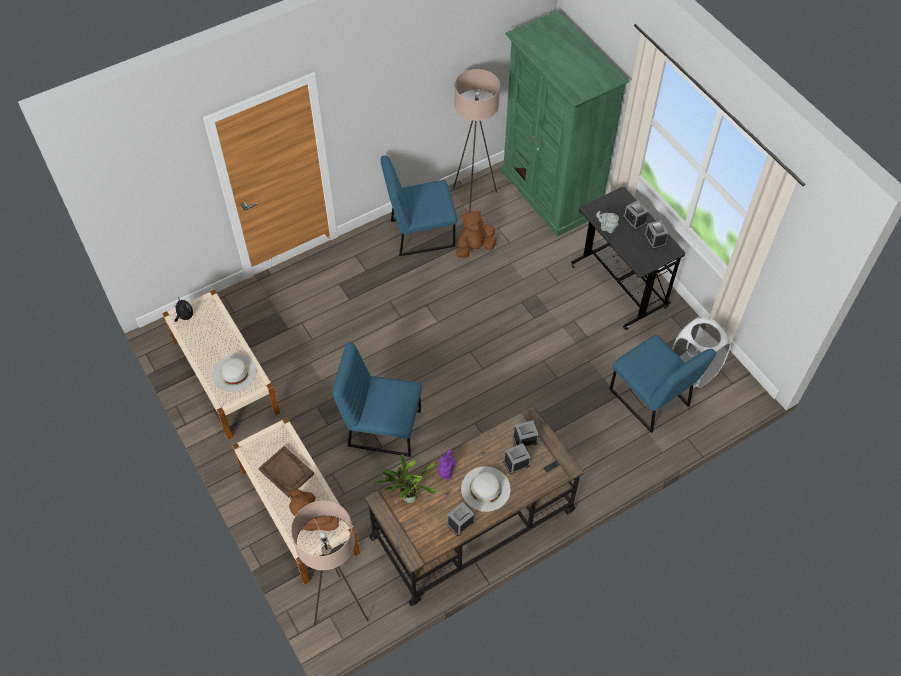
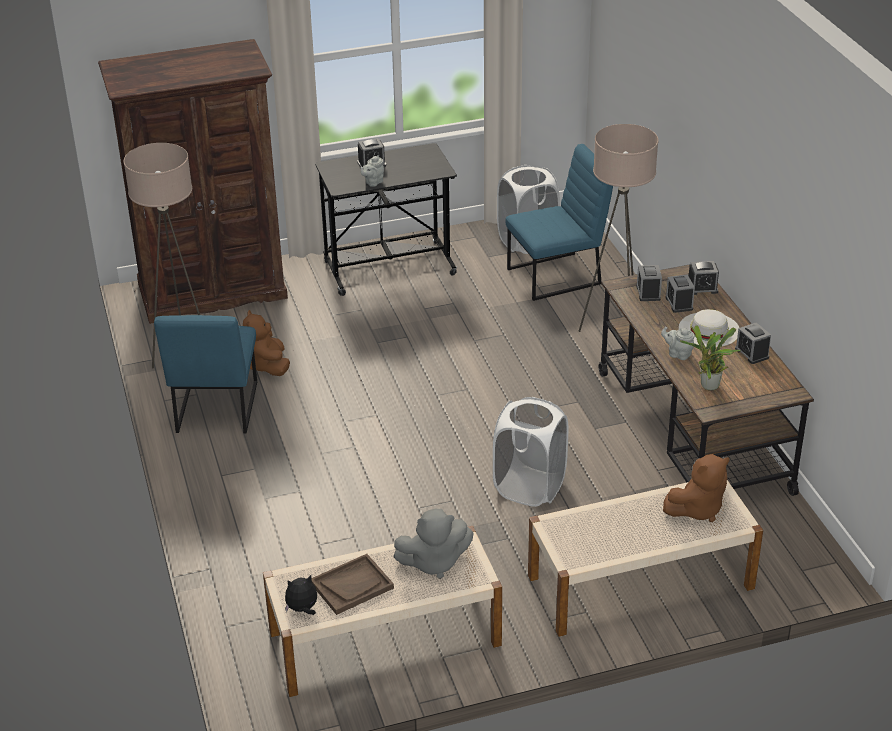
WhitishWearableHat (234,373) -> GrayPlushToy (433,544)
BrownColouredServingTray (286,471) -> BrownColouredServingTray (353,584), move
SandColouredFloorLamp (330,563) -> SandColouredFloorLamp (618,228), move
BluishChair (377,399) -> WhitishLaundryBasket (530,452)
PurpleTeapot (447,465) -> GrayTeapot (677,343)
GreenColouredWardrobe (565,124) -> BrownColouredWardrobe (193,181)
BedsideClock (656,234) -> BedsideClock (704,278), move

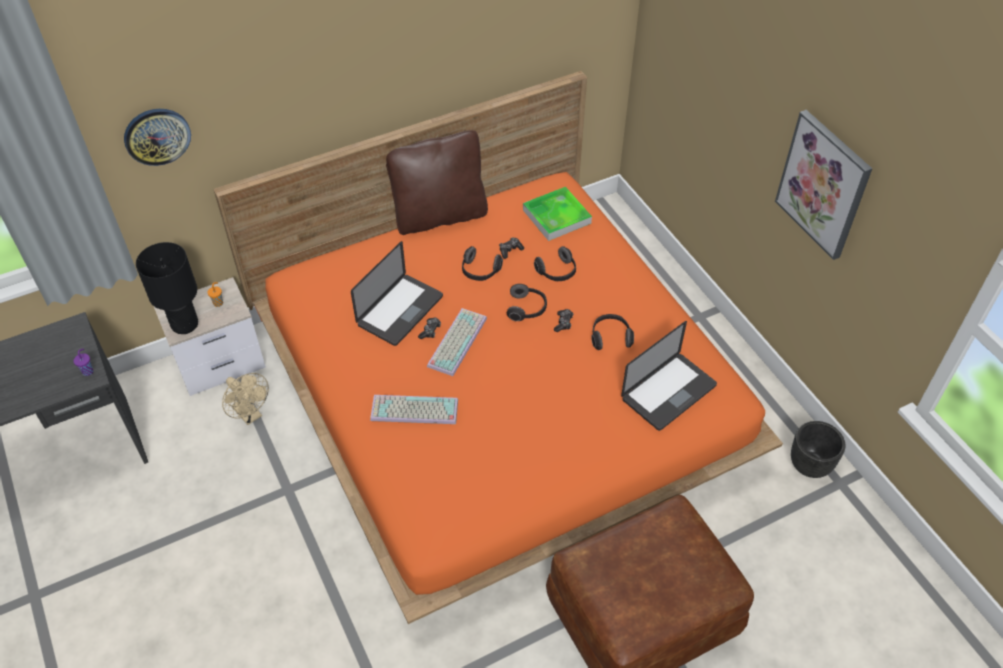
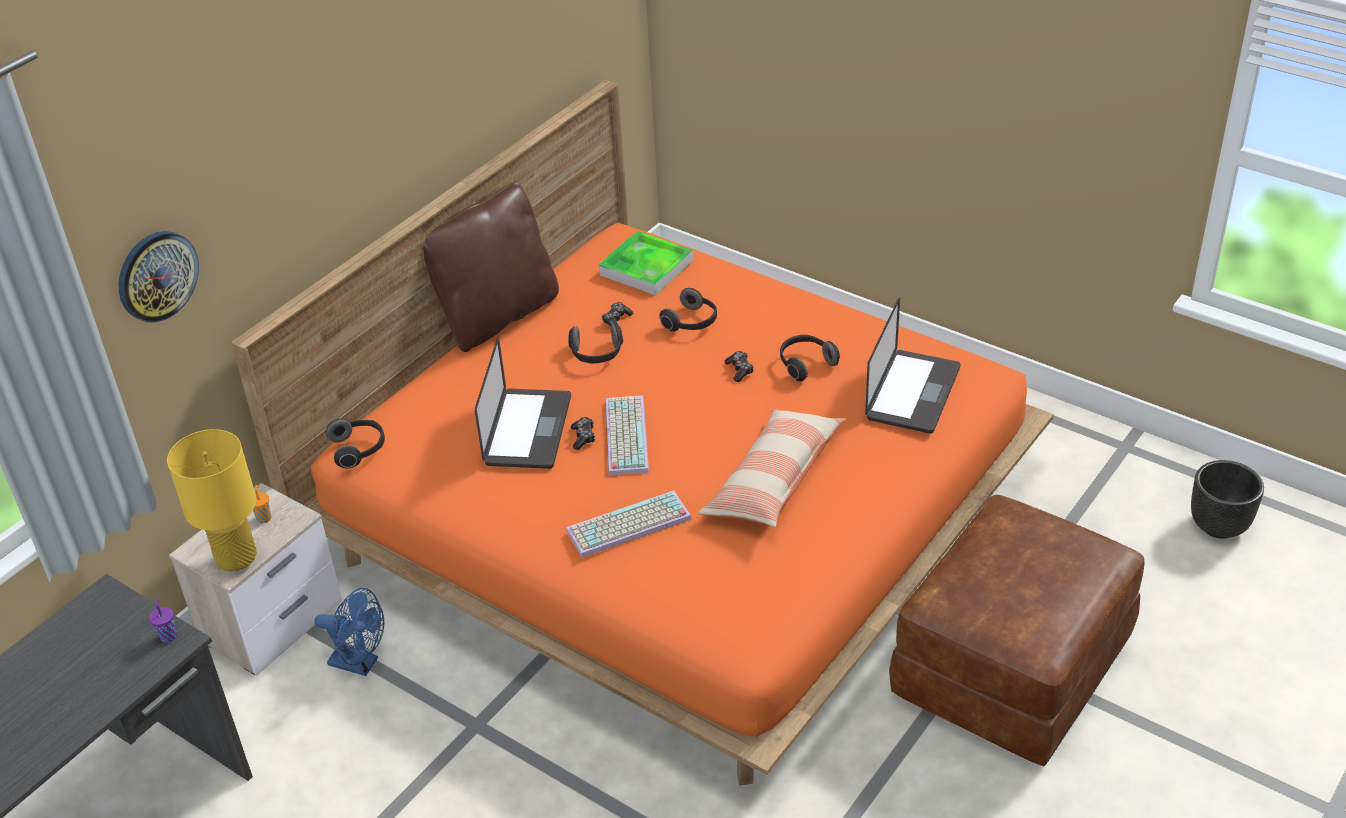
BlackishLampForATable (167,288) -> YellowLampForATable (212,500)
SandColouredFan (245,399) -> BluishFan (349,632)
Headset (527,302) -> Headset (355,443), move
Picture (824,185) -> none
BlackishPlanter (818,449) -> BlackishPlanter (1227,499), move
none -> Pillow (772,468)

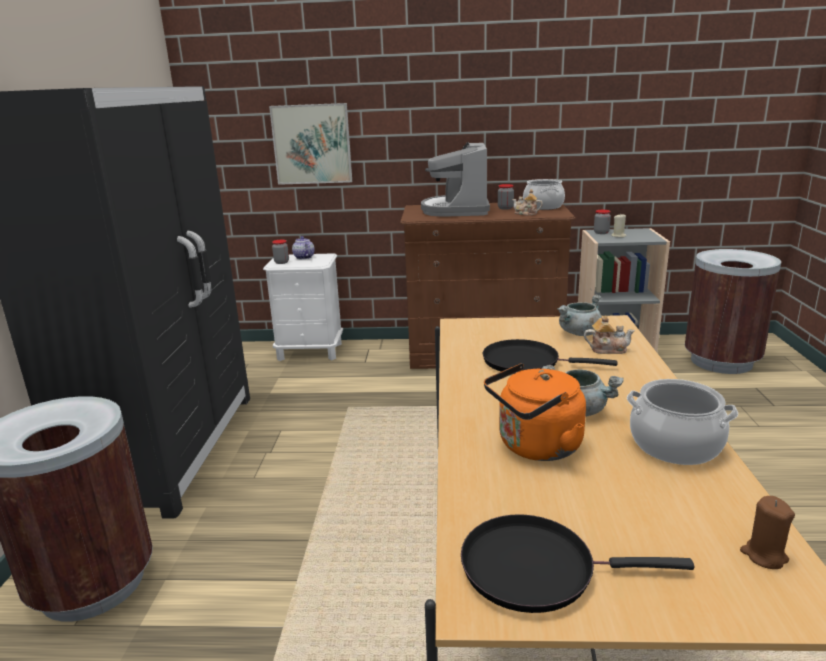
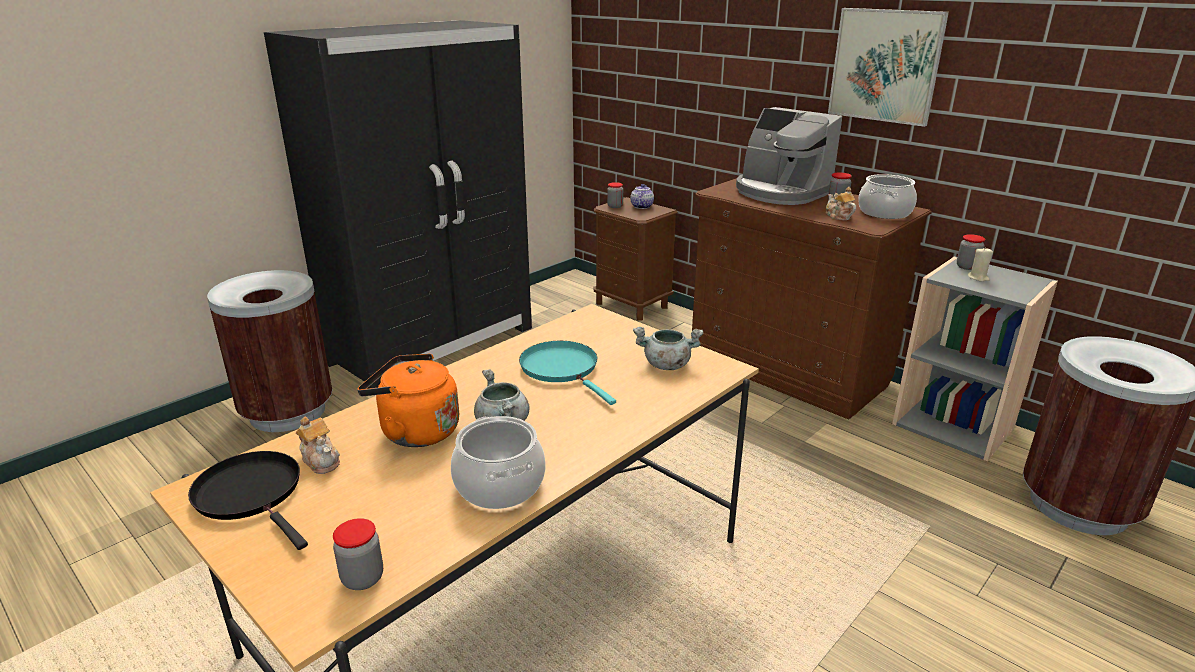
WhitishNightTable (303,307) -> BrownColouredNightTable (635,258)
Picture (310,144) -> Picture (888,67), move
CoffeeMaker (455,179) -> CoffeeMaker (789,156), 90 degrees counterclockwise
BlackishFryingPan (549,356) -> TurquoiseColouredFryingPan (567,373)
Teapot (609,335) -> Teapot (318,445), move
BrownColouredWaxCandle (767,532) -> Jar (358,554)

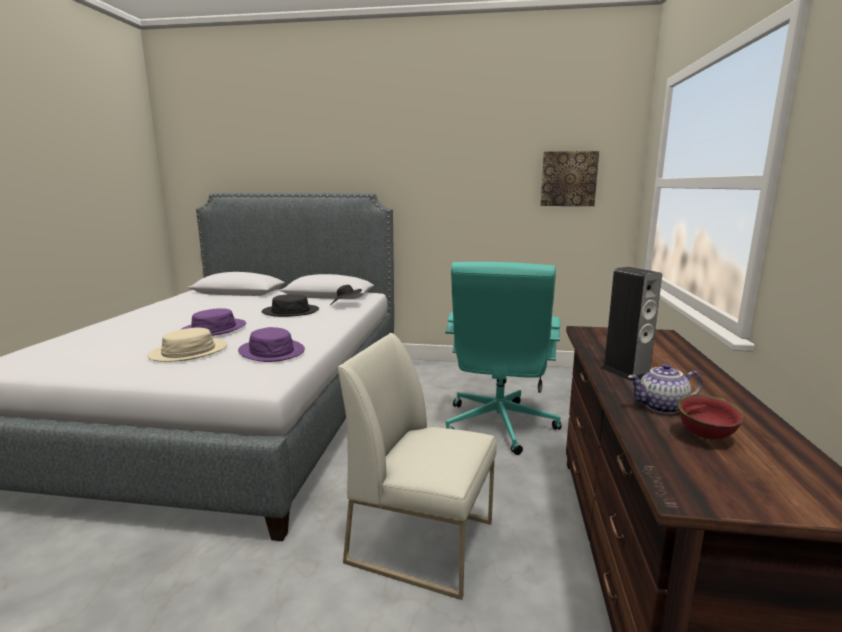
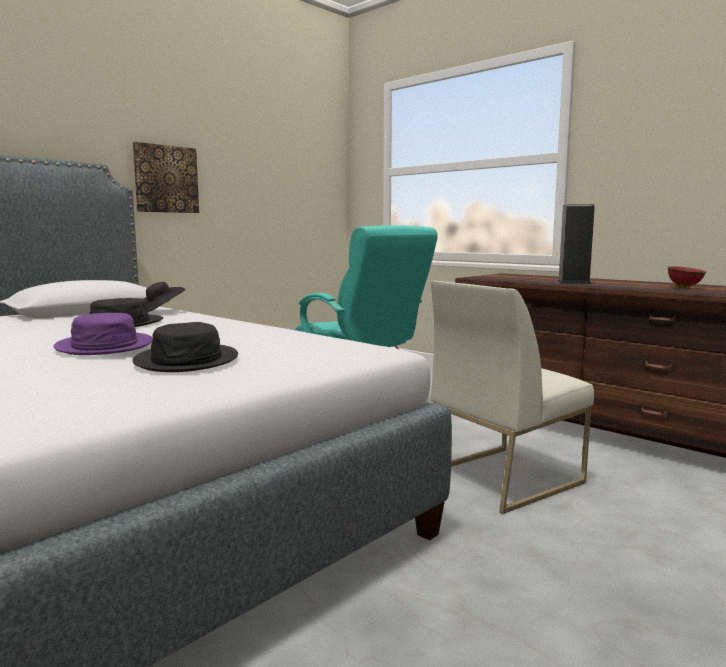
SandColouredWearableHat (187,344) -> BlackishWearableHat (185,347)
PurpleWearableHat (271,344) -> none
Picture (569,178) -> Picture (166,177), move
Teapot (665,388) -> none

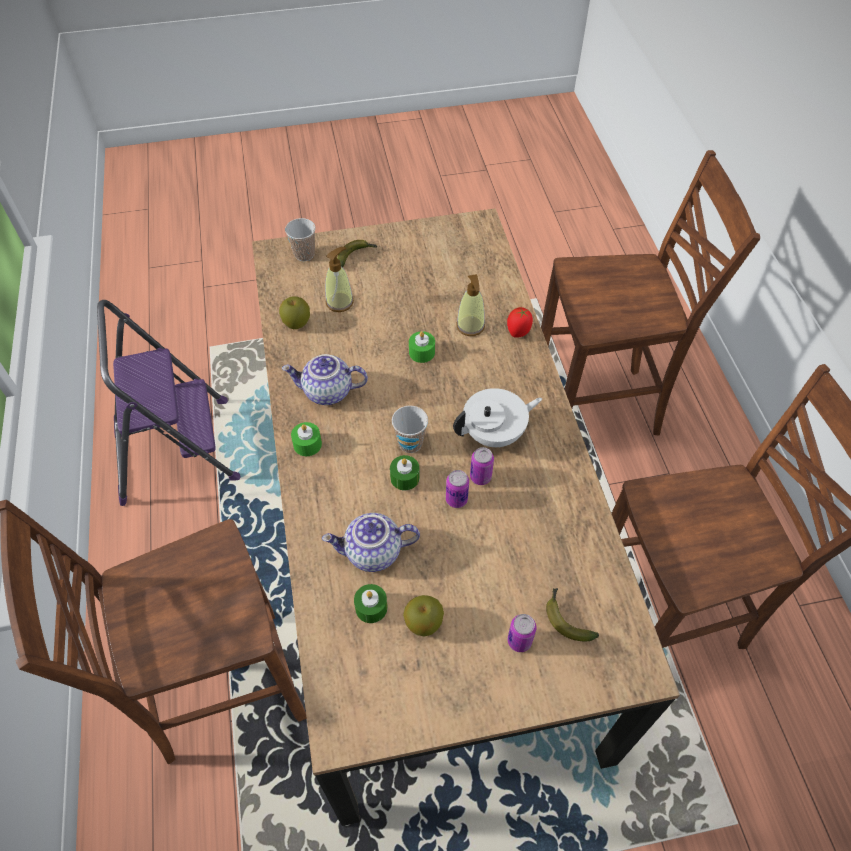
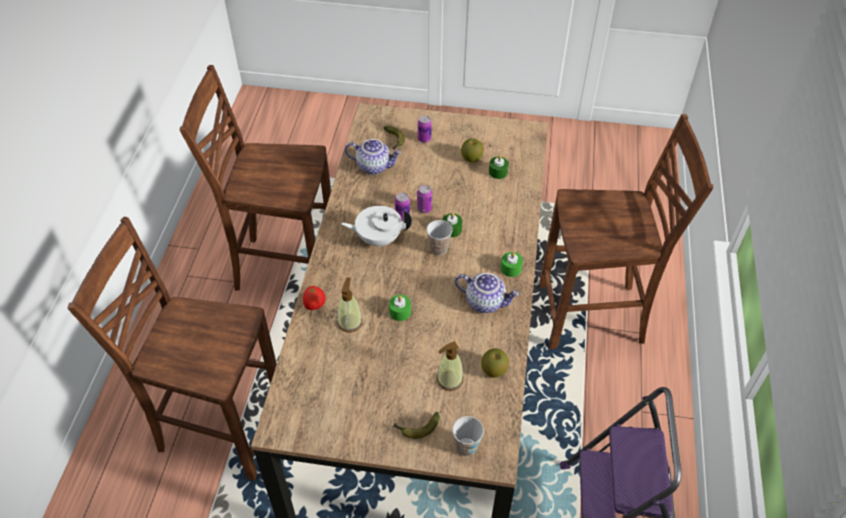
Teapot (371,542) -> Teapot (373,157), move

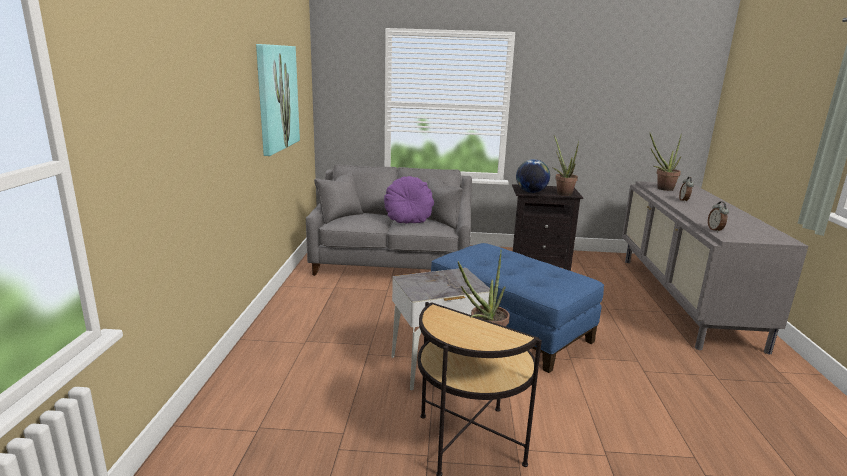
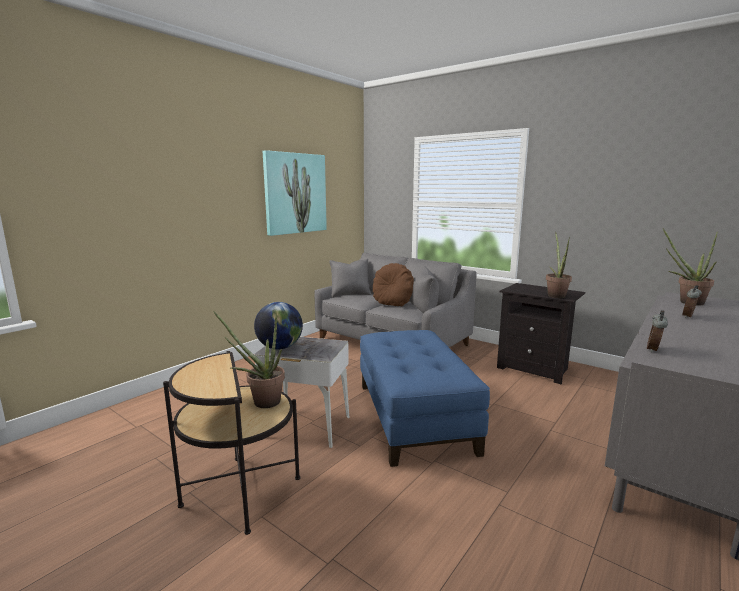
PurplePillow (409,199) -> BrownColouredPillow (393,284)
WorldGlobe (533,176) -> WorldGlobe (278,325), move

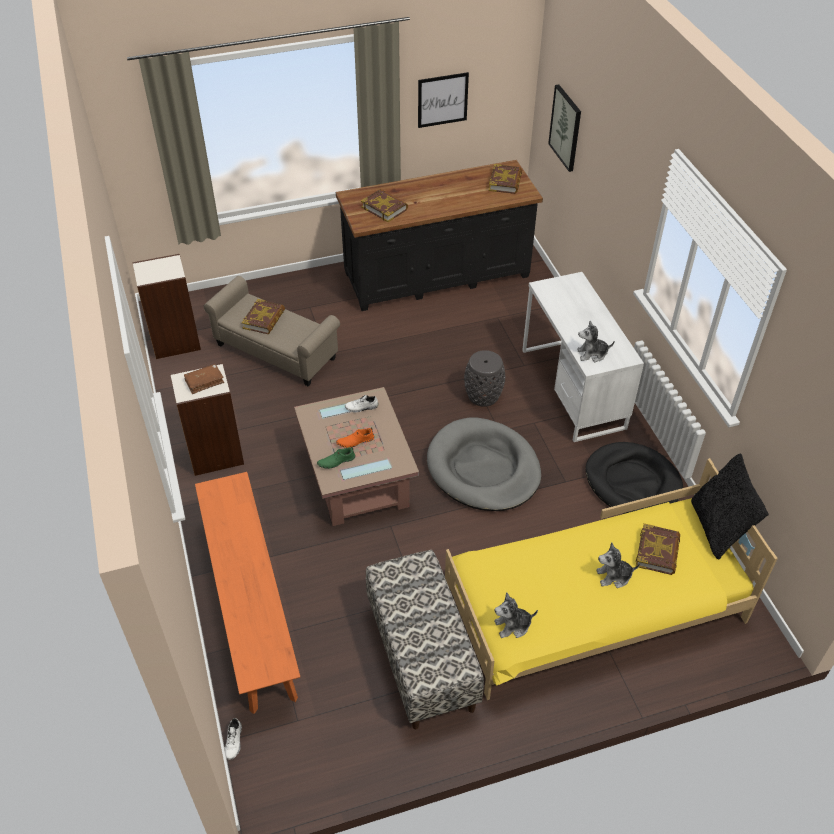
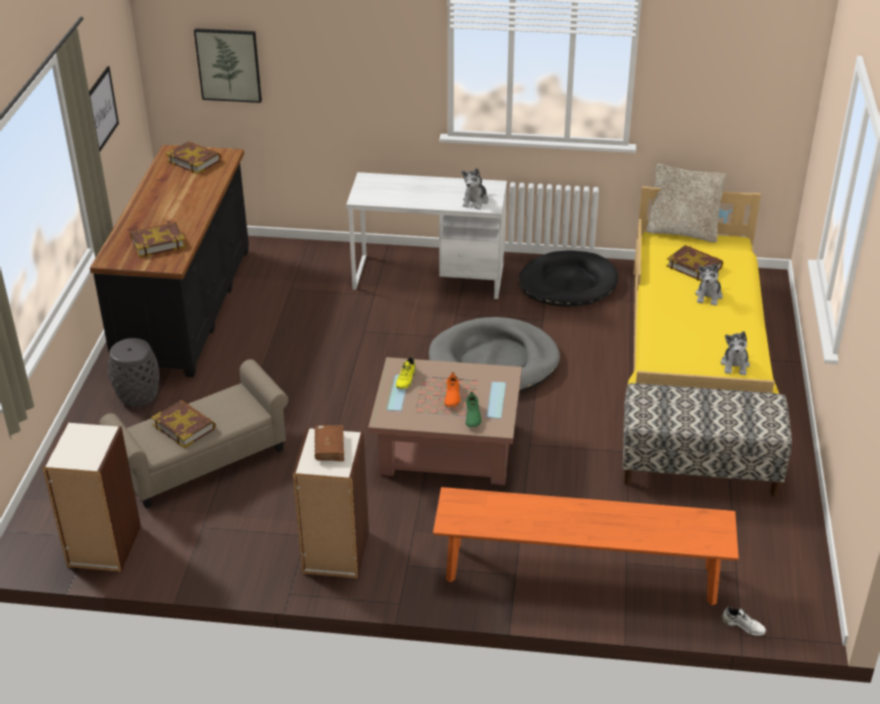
WhitishShoe (362,404) -> YellowShoe (406,373)
GraySittingStool (484,378) -> GraySittingStool (133,372), move
BlackishPillow (730,506) -> SandColouredPillow (687,202)

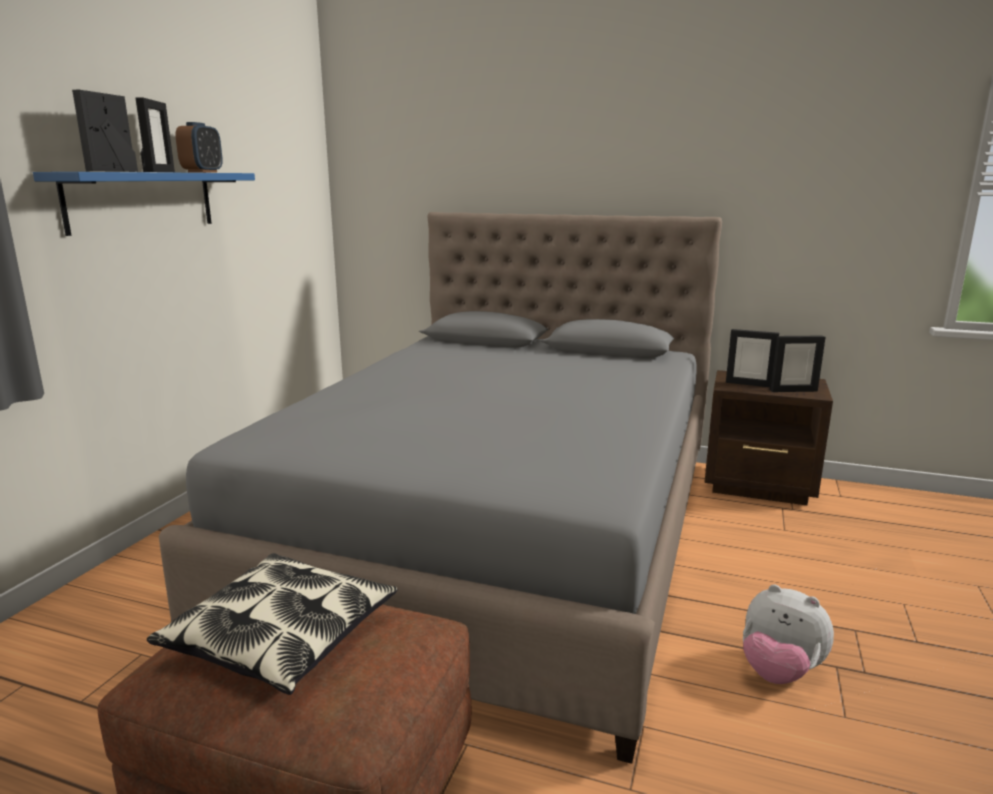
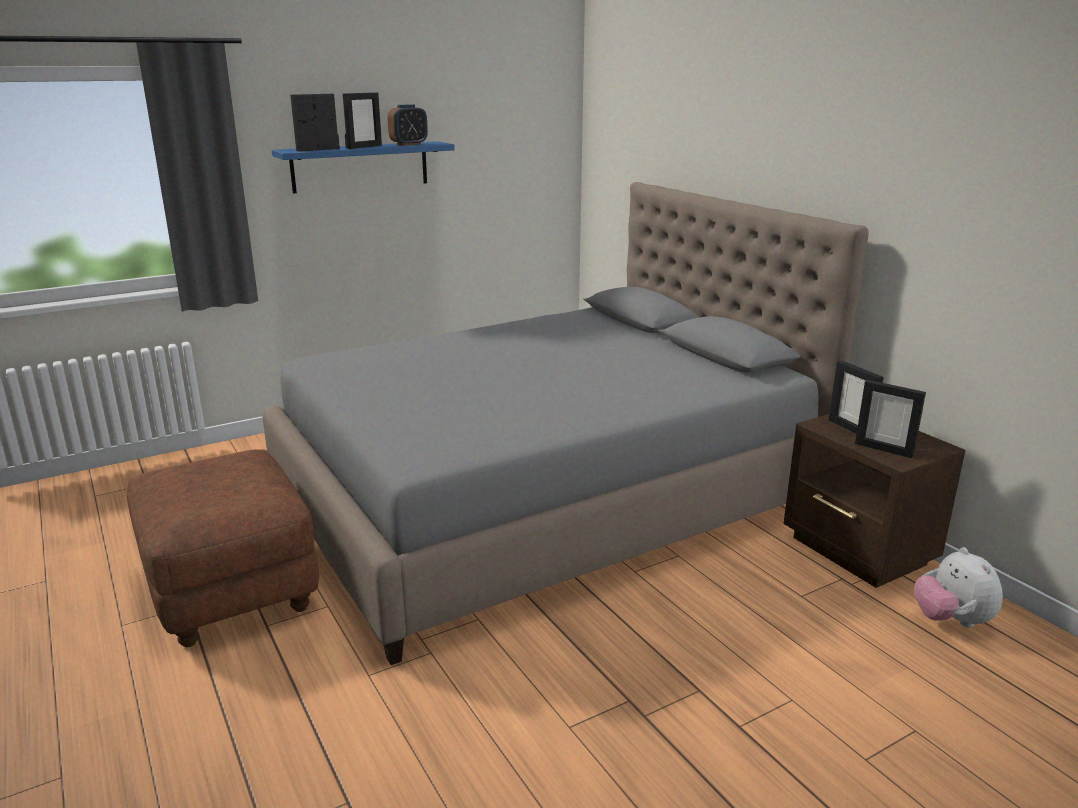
Pillow (272,624) -> none
PlushToy (788,634) -> PlushToy (958,587), move

